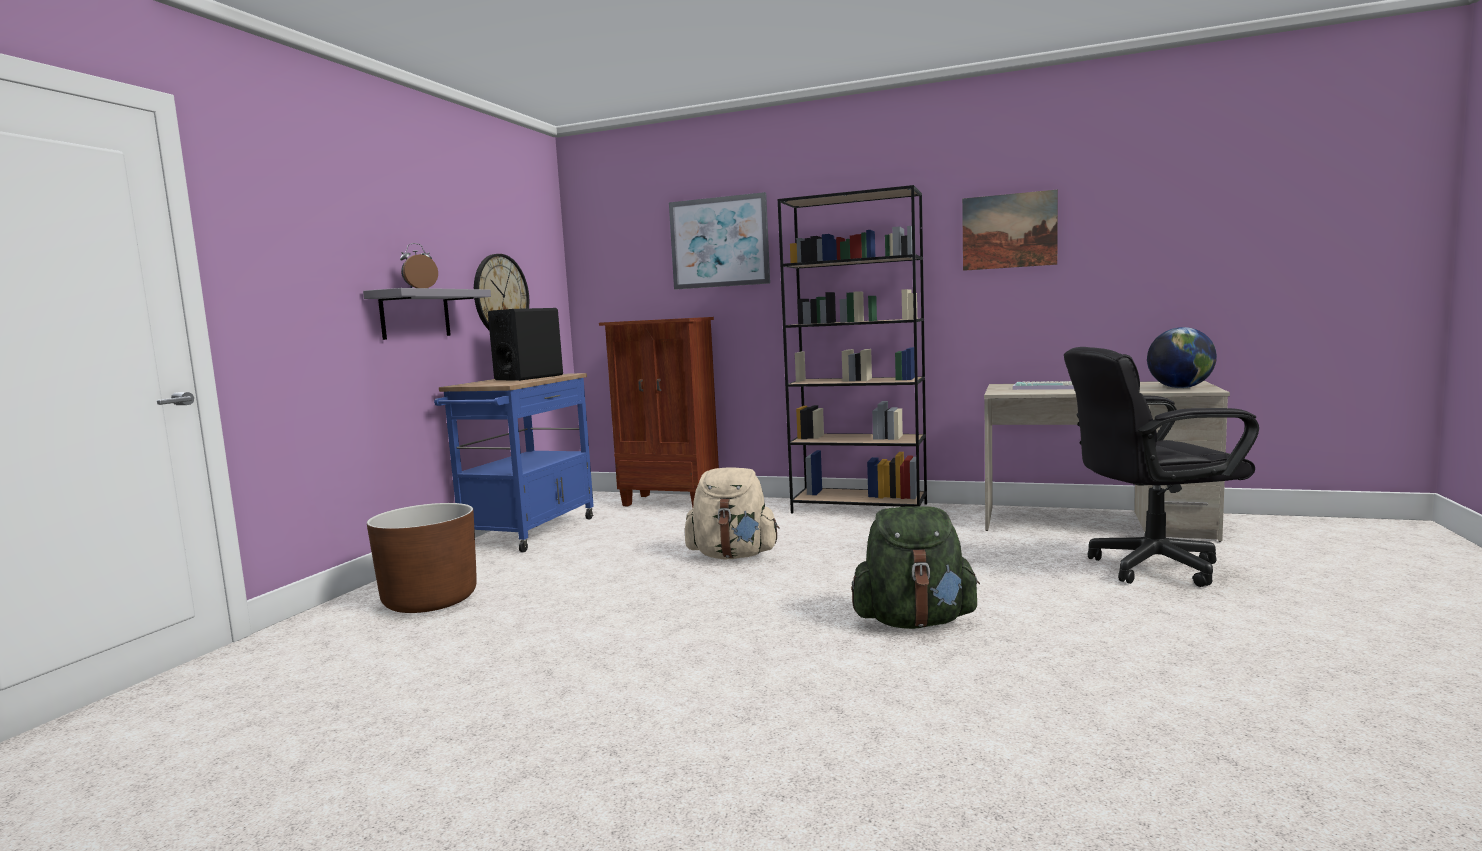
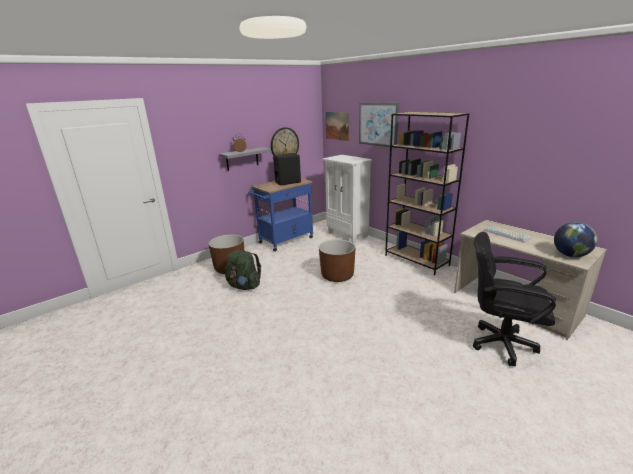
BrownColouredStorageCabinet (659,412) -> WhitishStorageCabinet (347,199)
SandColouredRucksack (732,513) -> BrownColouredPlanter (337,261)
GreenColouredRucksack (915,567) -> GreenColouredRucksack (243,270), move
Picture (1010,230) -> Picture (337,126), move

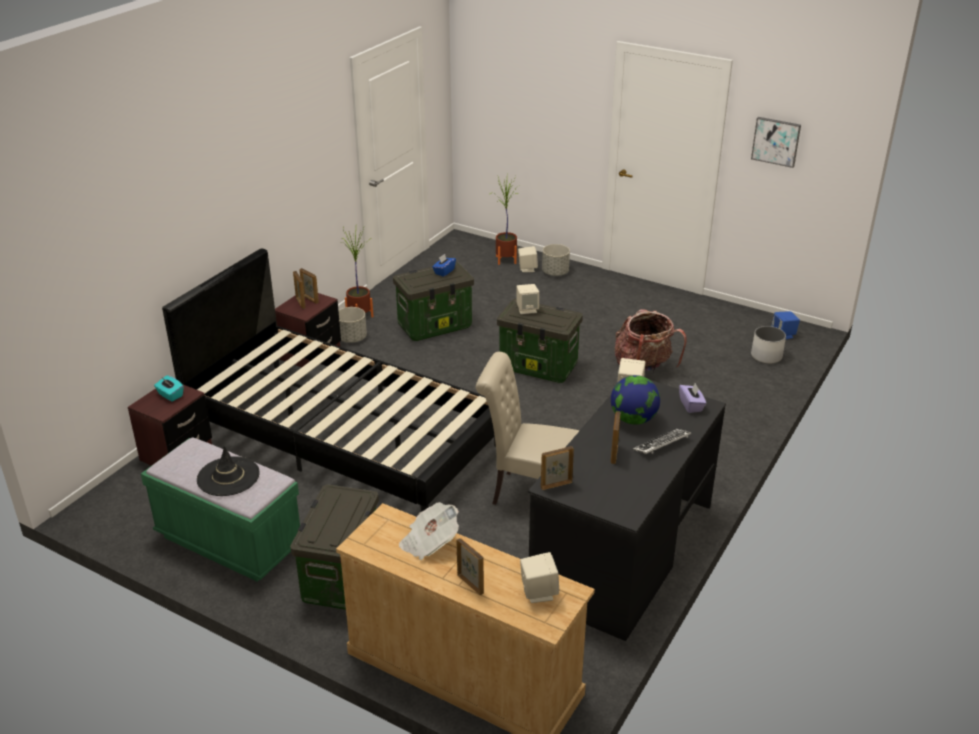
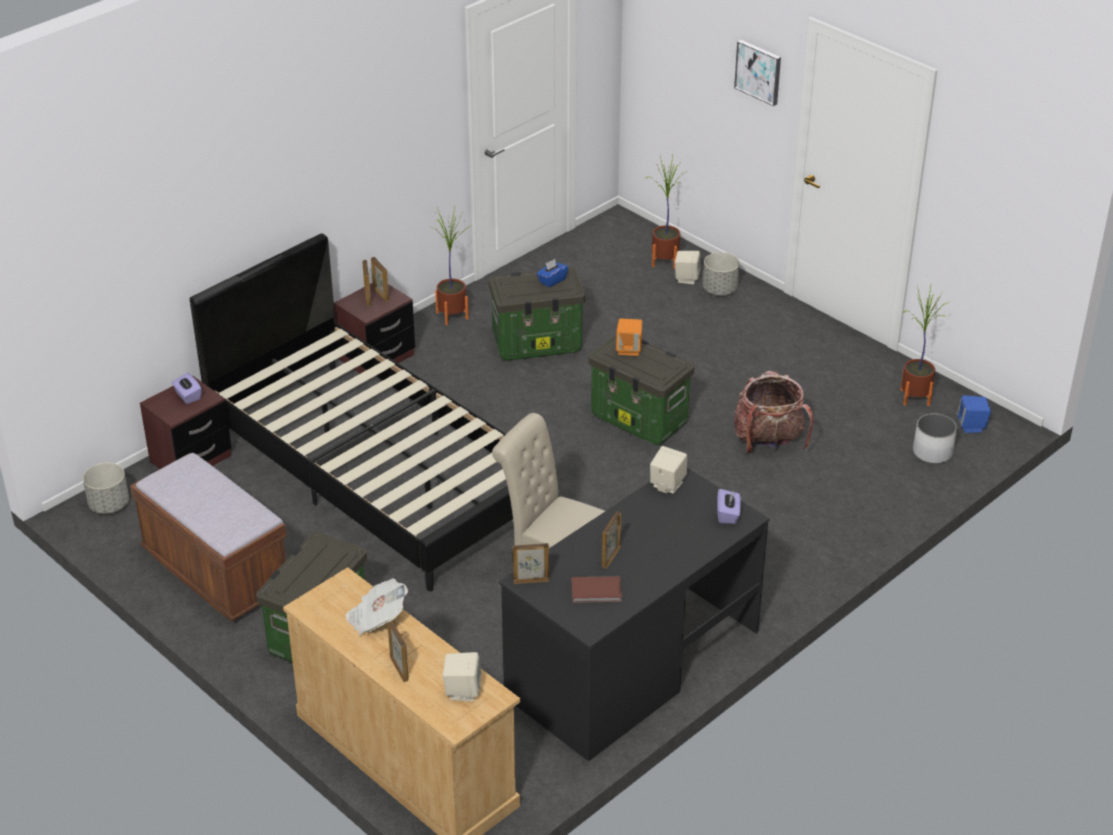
GreenColouredBench (220,509) -> BrownColouredBench (208,537)
TurquoiseColouredTissueBox (168,388) -> PurpleTissueBox (187,388)
BlackishWearableHat (228,471) -> none
GrayPlanter (352,325) -> GrayPlanter (106,488), move
SandColouredLoudspeaker (527,299) -> OrangeyLoudspeaker (629,337)
WorldGlobe (635,400) -> none
PcKeyboard (662,441) -> none
Picture (776,142) -> Picture (757,73), move
none -> BrownColouredVolume (597,589)
none -> PlantInAPot (925,345)

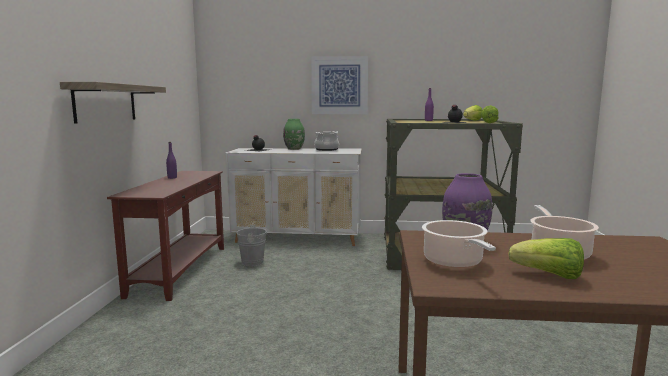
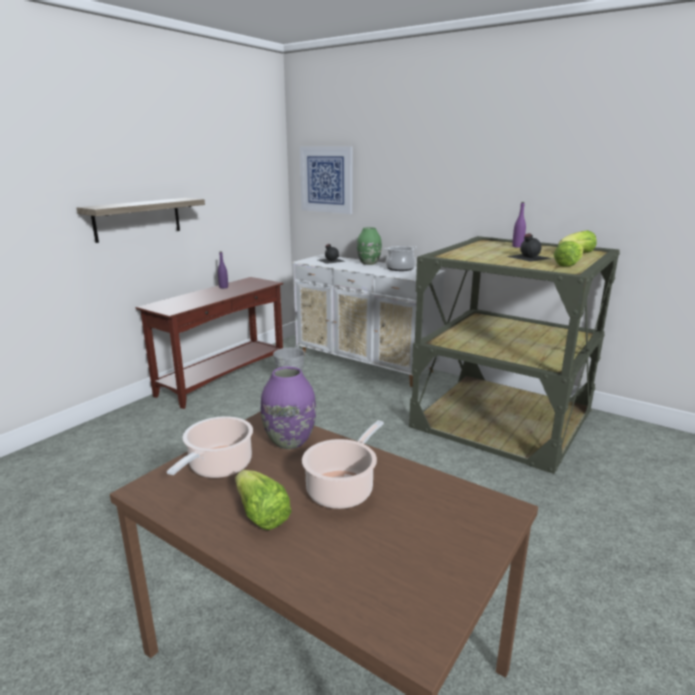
Picture (339,85) -> Picture (326,180), move

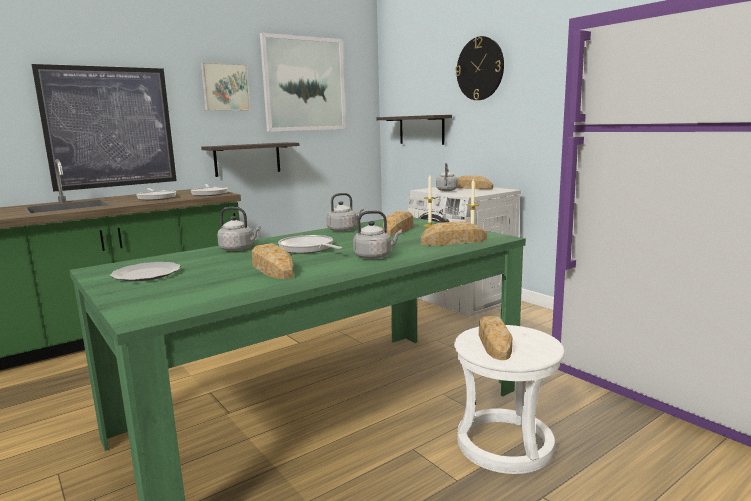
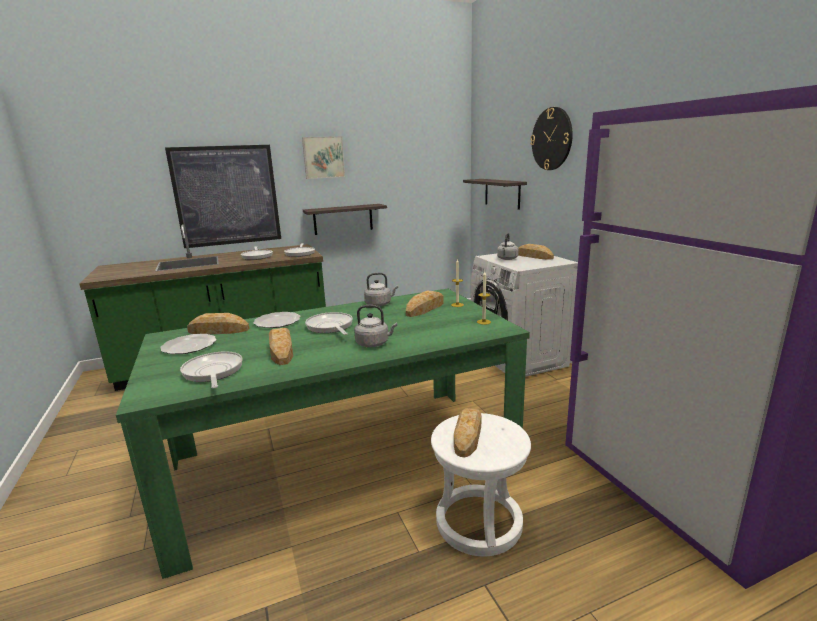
GrayWaterKettle (238,229) -> DinnerPlate (277,320)
Picture (303,82) -> none
BakeryBread (454,233) -> BakeryBread (218,323), move
none -> FryingPan (211,370)

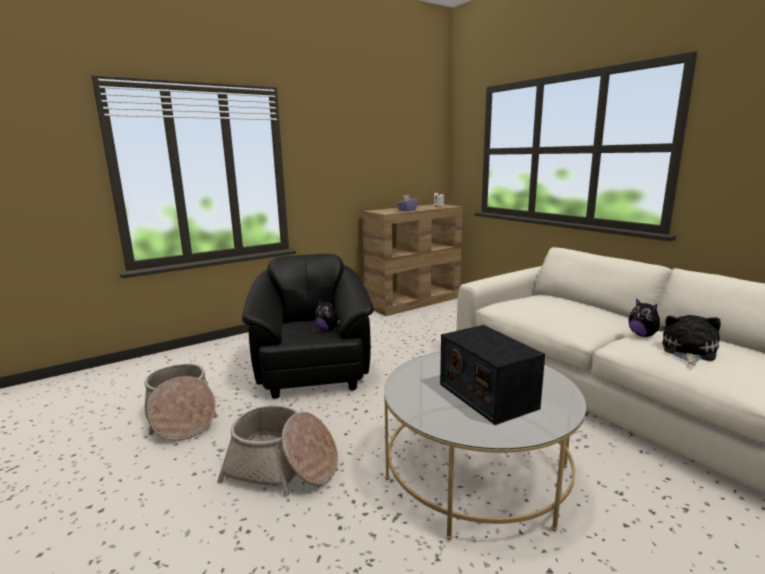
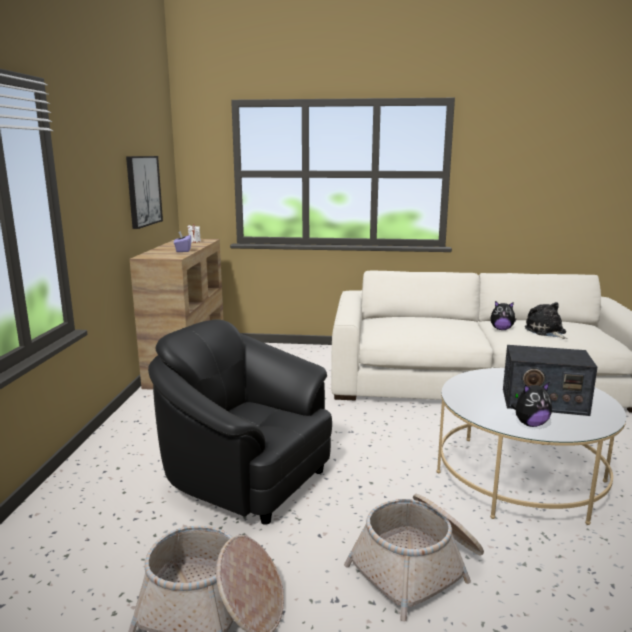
PlushToy (327,315) -> PlushToy (531,404), move
none -> Picture (144,192)

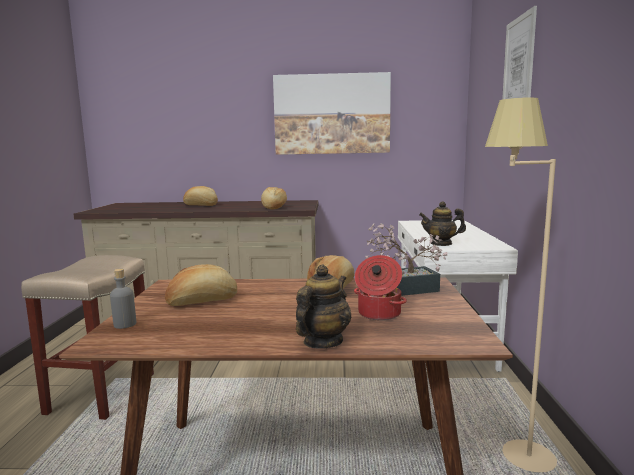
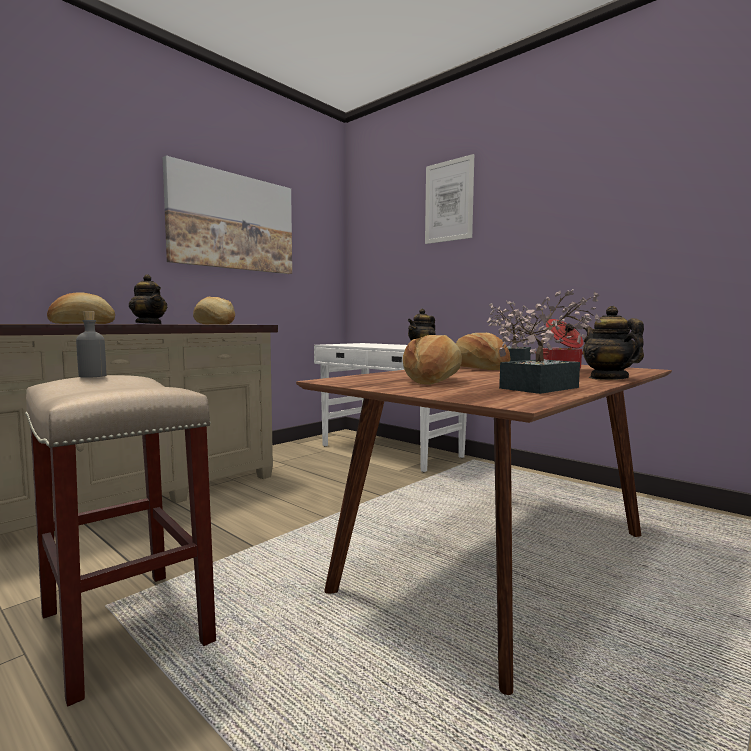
GrayBottle (123,299) -> GrayBottle (91,344), move
SandColouredFloorLamp (521,284) -> none
none -> Teapot (148,299)
none -> PlantInAPot (550,341)

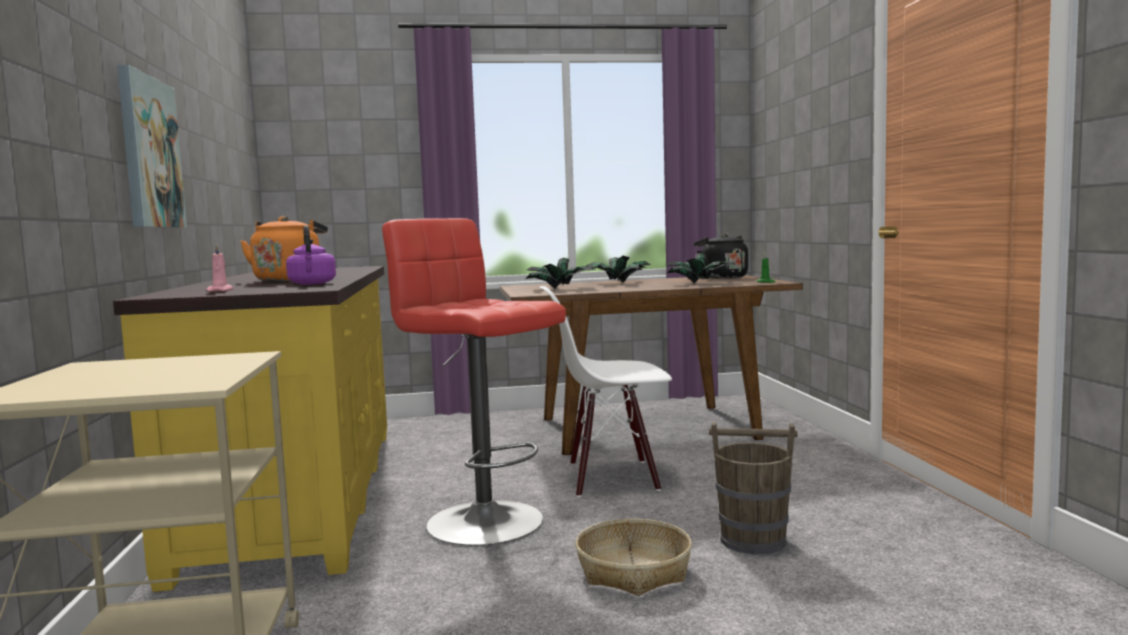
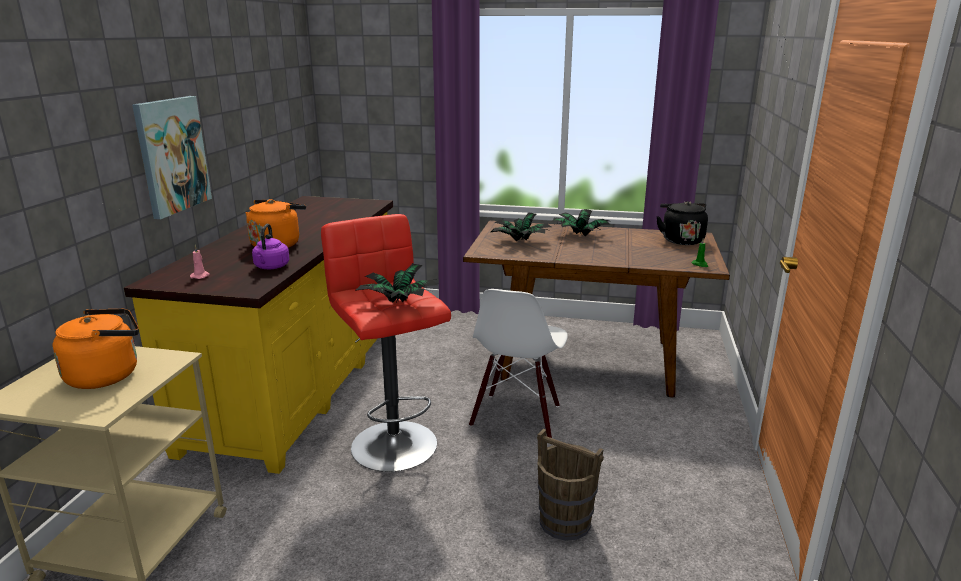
WhitishChair (606,391) -> WhitishChair (518,363), 90 degrees counterclockwise
HouseholdBasket (633,557) -> none
PlantInAPot (700,268) -> PlantInAPot (396,283), move
none -> OrangeyWaterKettle (95,349)

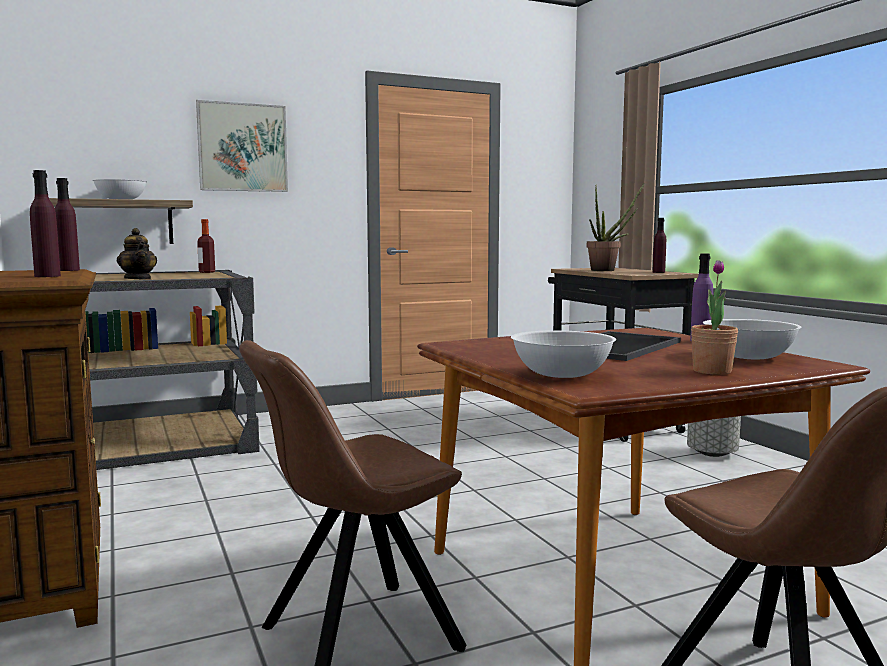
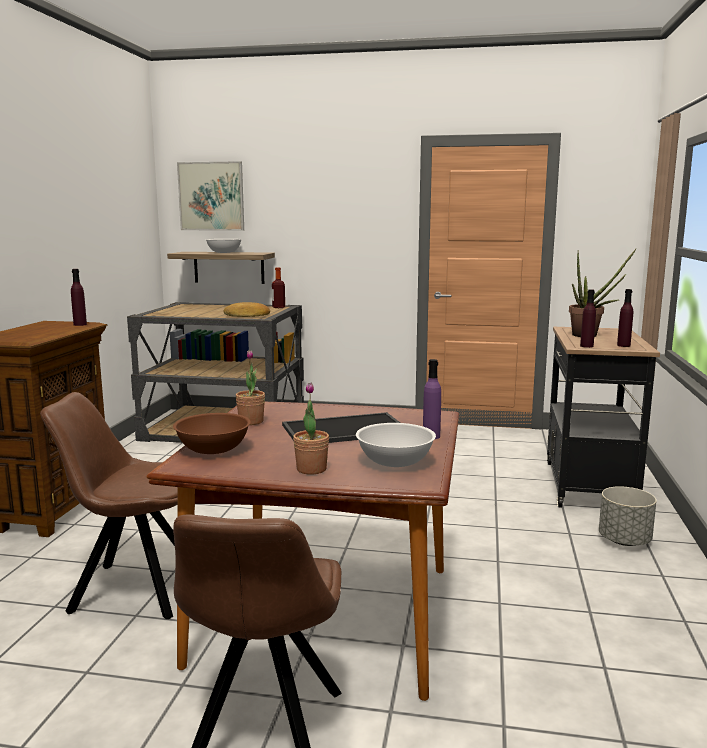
PurpleBottle (45,223) -> PurpleBottle (588,318), move
Teapot (137,254) -> none
Picture (242,146) -> Picture (210,196), move
WhitishDeepDish (563,354) -> BrownColouredDeepDish (212,433)
none -> BakeryBread (246,309)
none -> PlantInAPot (250,387)

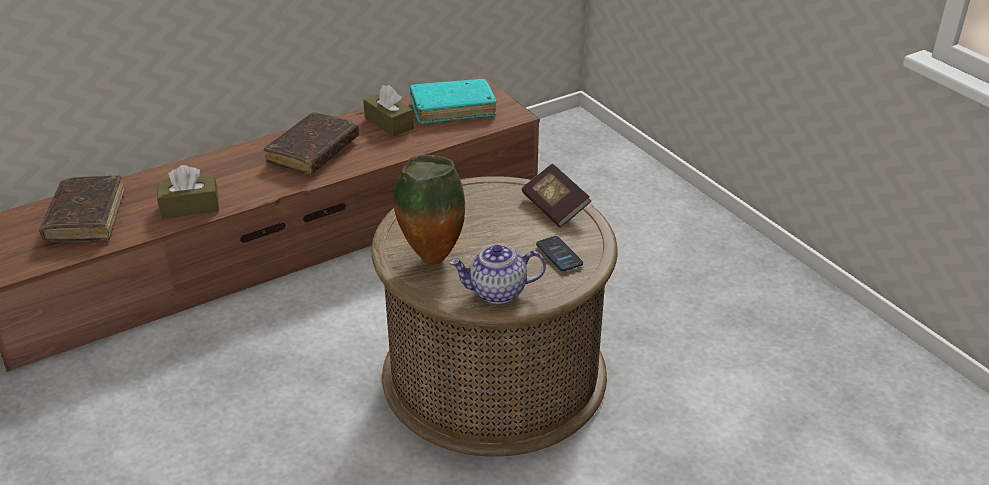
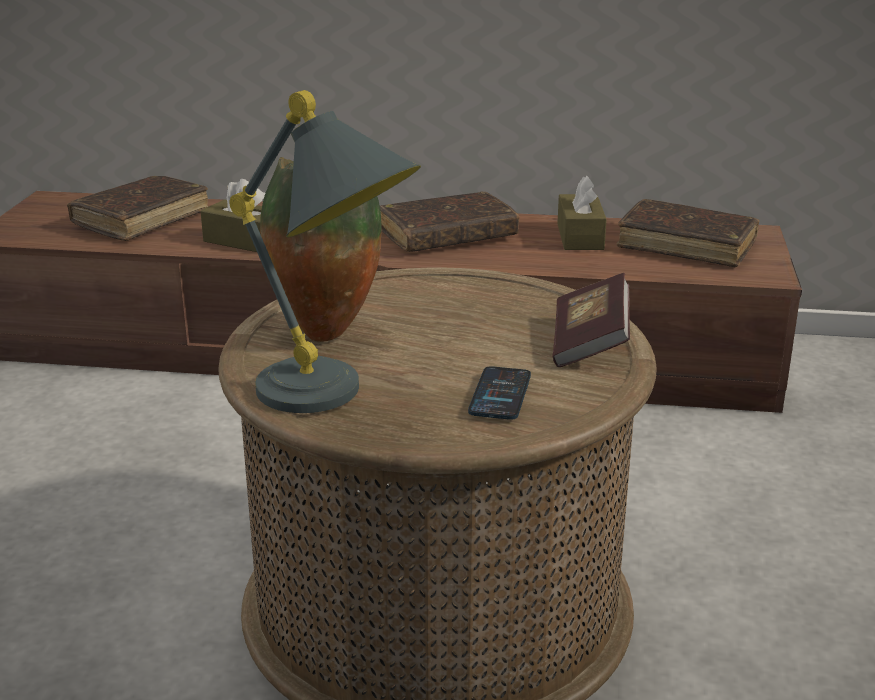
TurquoiseColouredVolume (453,101) -> BrownColouredVolume (687,233)
Teapot (497,274) -> GrayLampForATable (325,251)

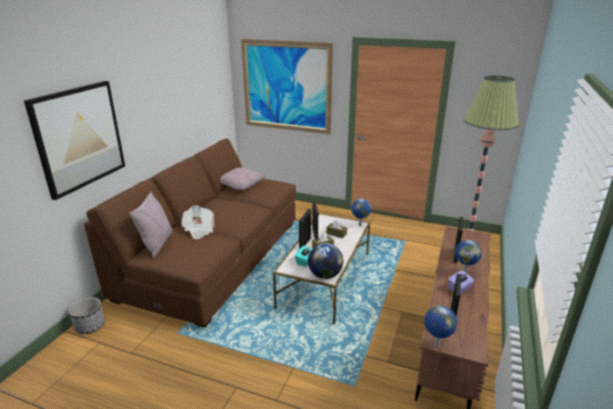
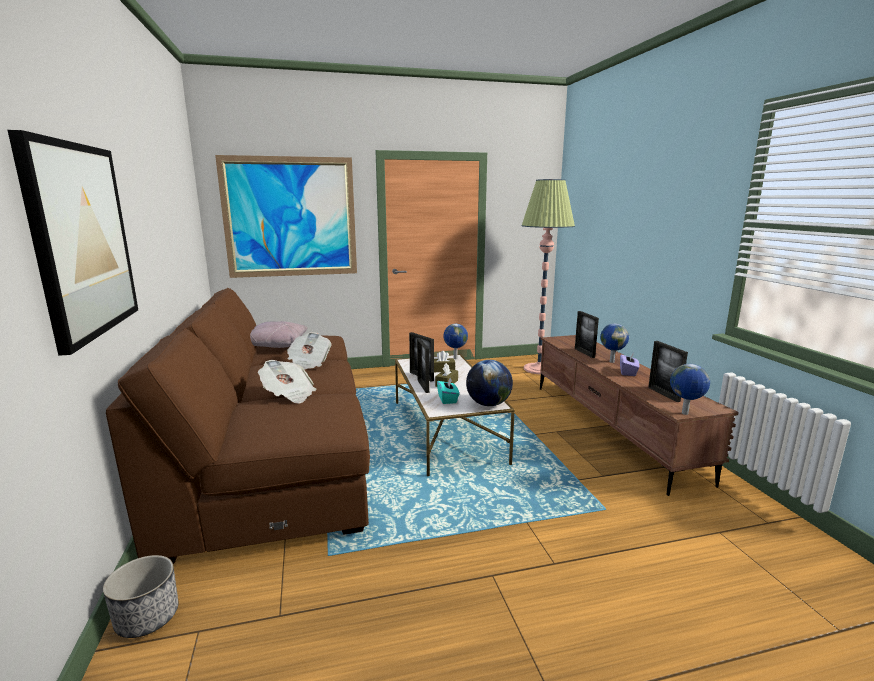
PurplePillow (151,225) -> none
none -> DailyPaper (309,351)

